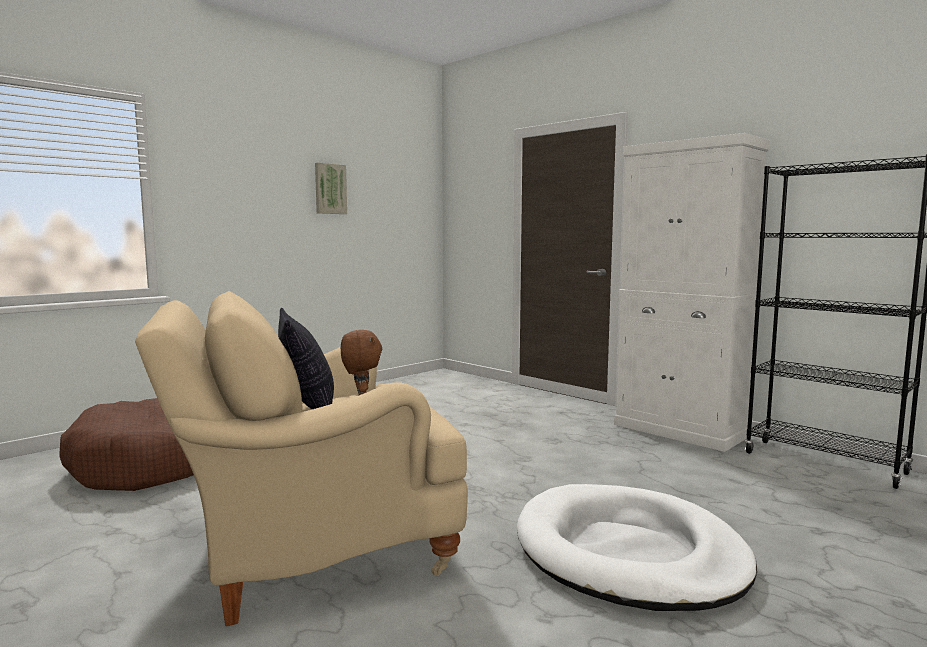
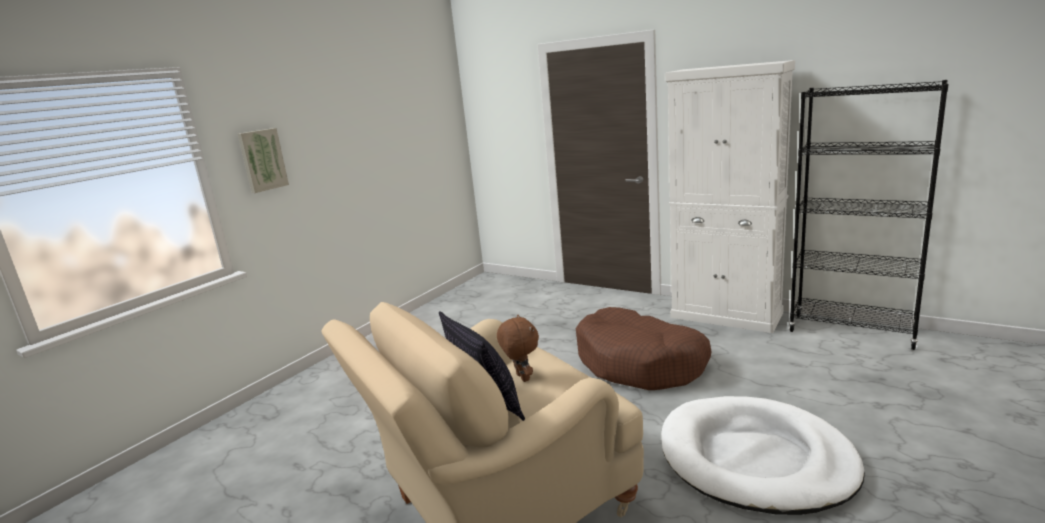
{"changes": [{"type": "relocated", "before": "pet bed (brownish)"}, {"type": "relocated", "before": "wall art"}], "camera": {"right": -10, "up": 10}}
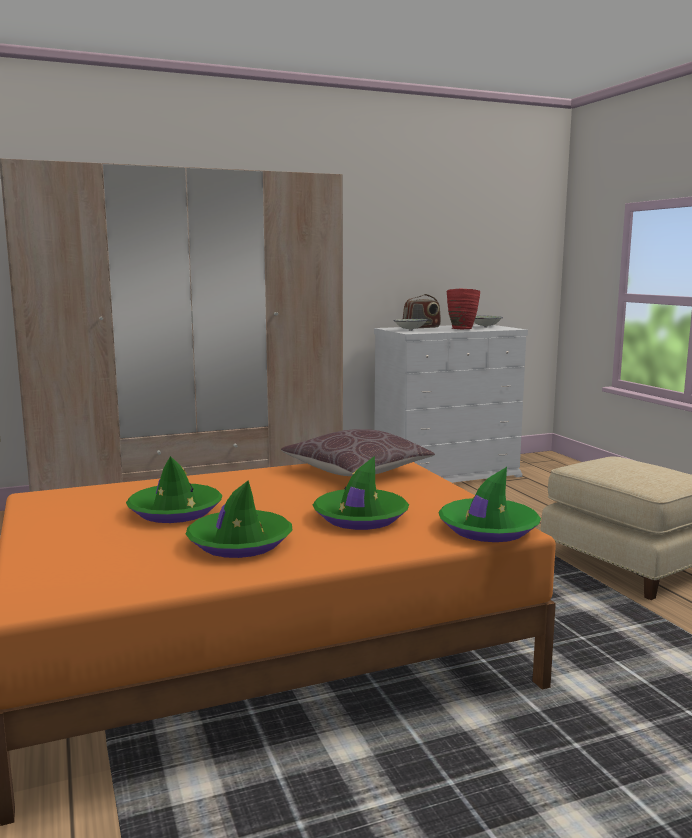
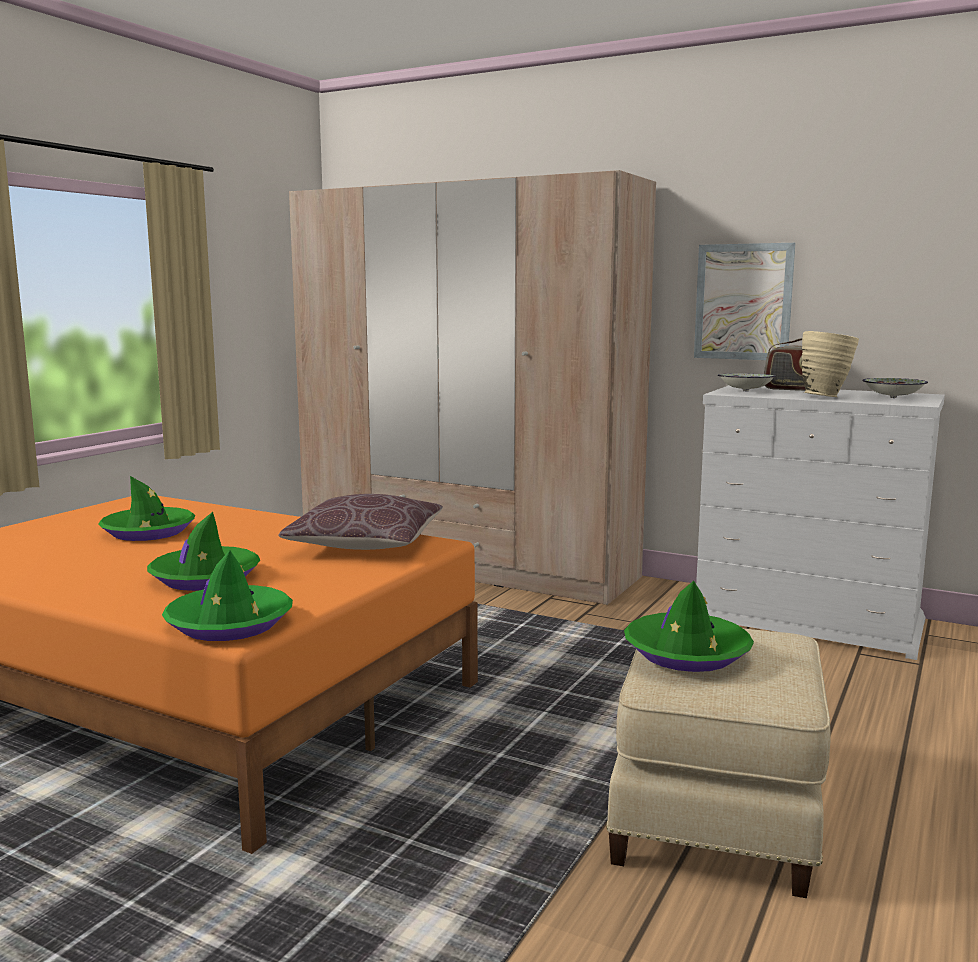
{"changes": [{"type": "appeared", "after": "wall art"}, {"type": "relocated", "before": "wearable hat (green-coloured) (no. 2 from left in the first image)", "after": "wearable hat (green-coloured) (no. 4 from left)"}, {"type": "colour", "before": "vase (reddish)", "after": "vase (sand-coloured)"}], "camera": {"right": 50, "up": 0}}
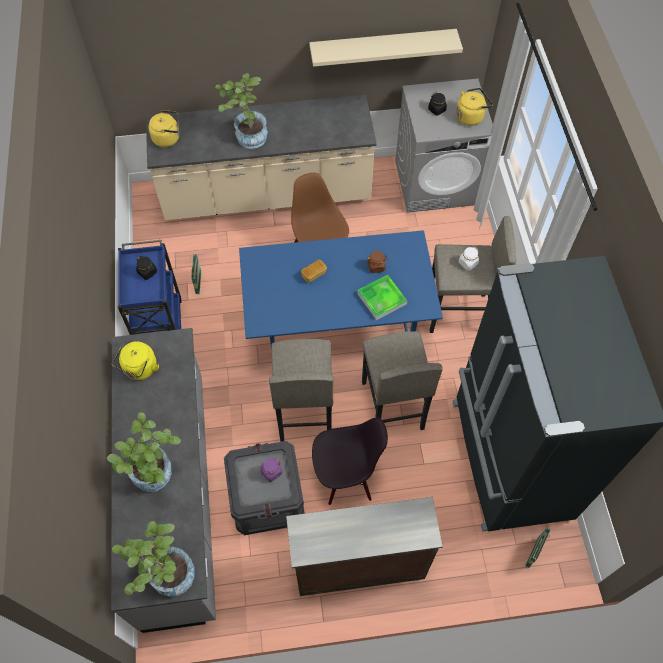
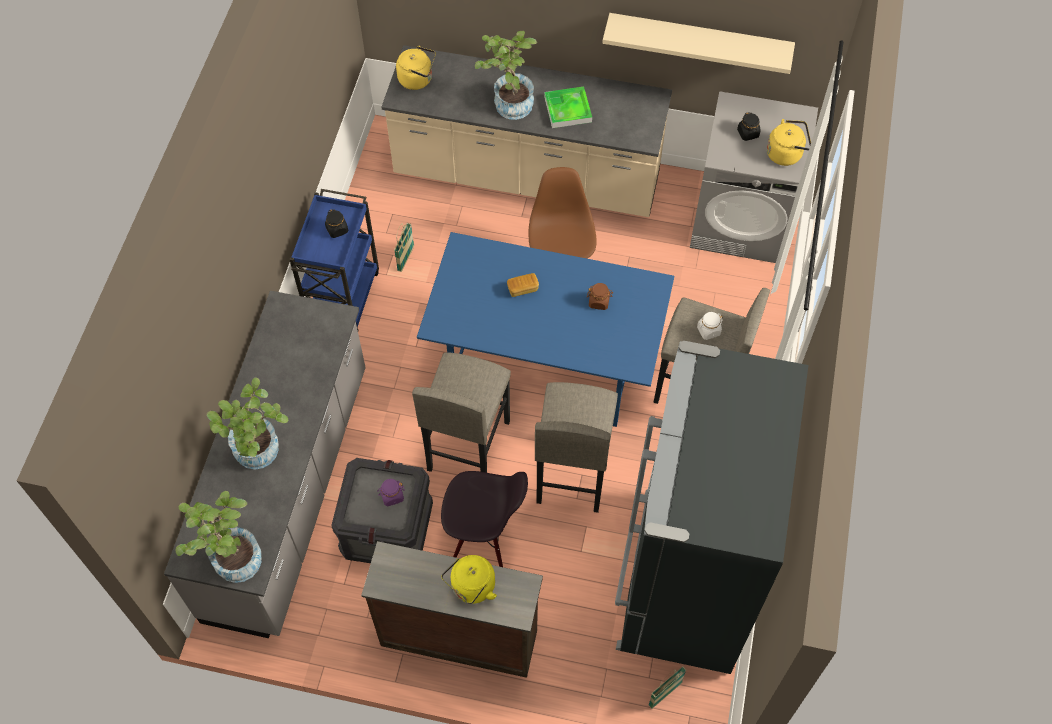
{"changes": [{"type": "relocated", "before": "kettle (yellow-coloured) (no. 1 from left in the first image)", "after": "kettle (yellow-coloured) (no. 2 from left)"}, {"type": "relocated", "before": "carrying tray"}], "camera": {"right": 20, "up": 0}}
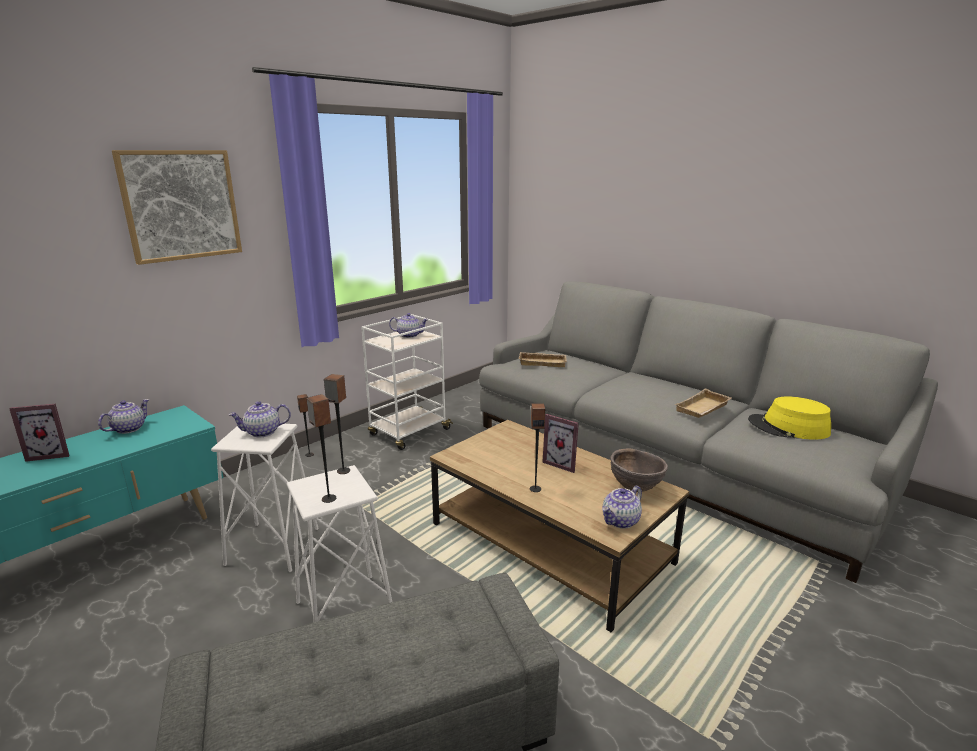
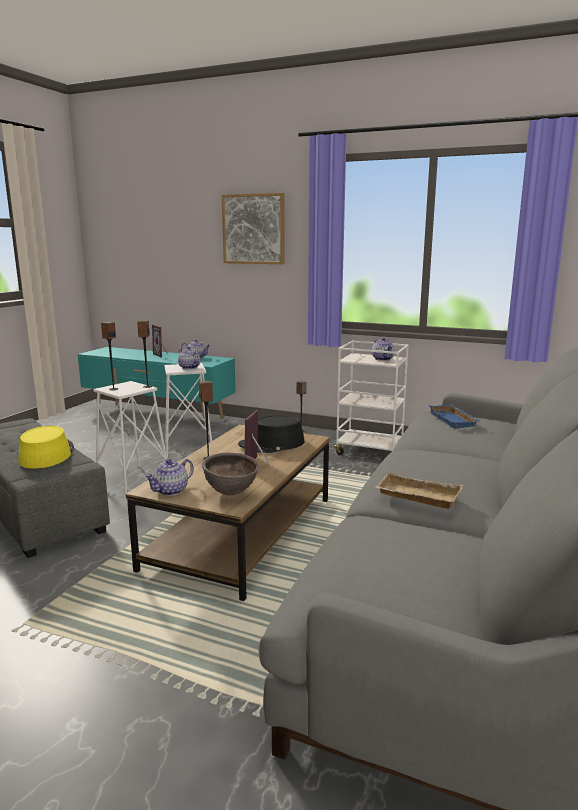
{"changes": [{"type": "appeared", "after": "wearable hat (black-coloured)"}, {"type": "relocated", "before": "wearable hat (yellow-coloured)"}, {"type": "colour", "before": "carrying tray (sand-coloured) (no. 1 from left)", "after": "carrying tray (blue)"}, {"type": "spun", "before": "teapot (no. 4 from left in the first image)", "turn": -75}], "camera": {"right": 70, "up": -5}}
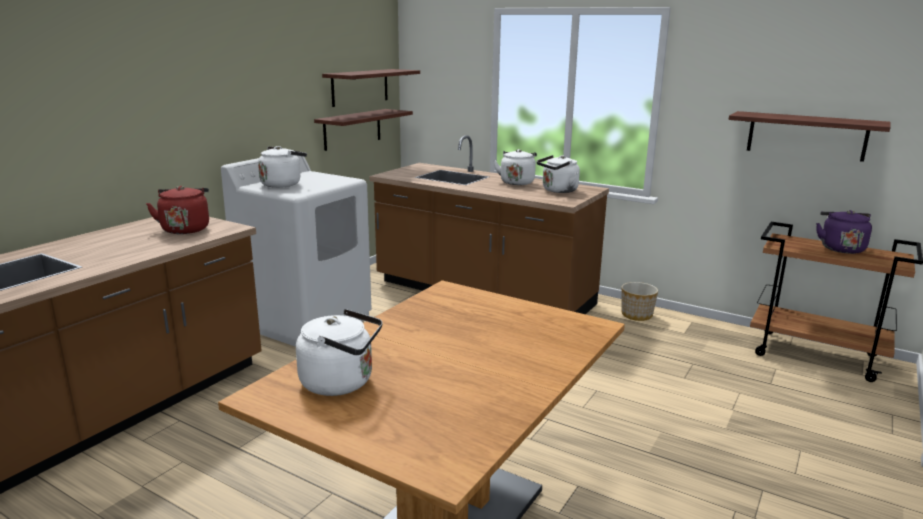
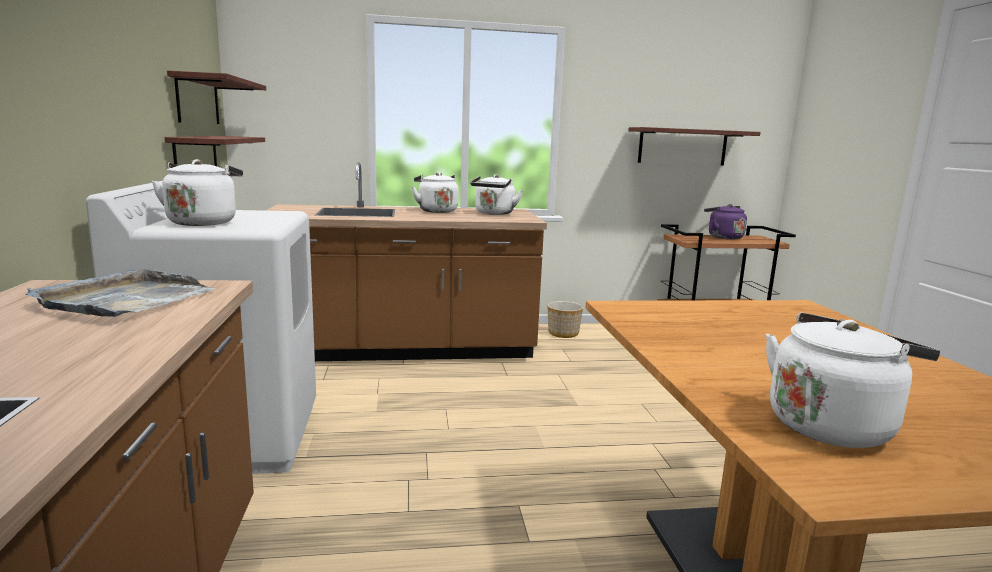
{"changes": [{"type": "exchanged", "before": "kettle (reddish)", "after": "carrying tray (grey)"}], "camera": {"right": -40, "up": -5}}
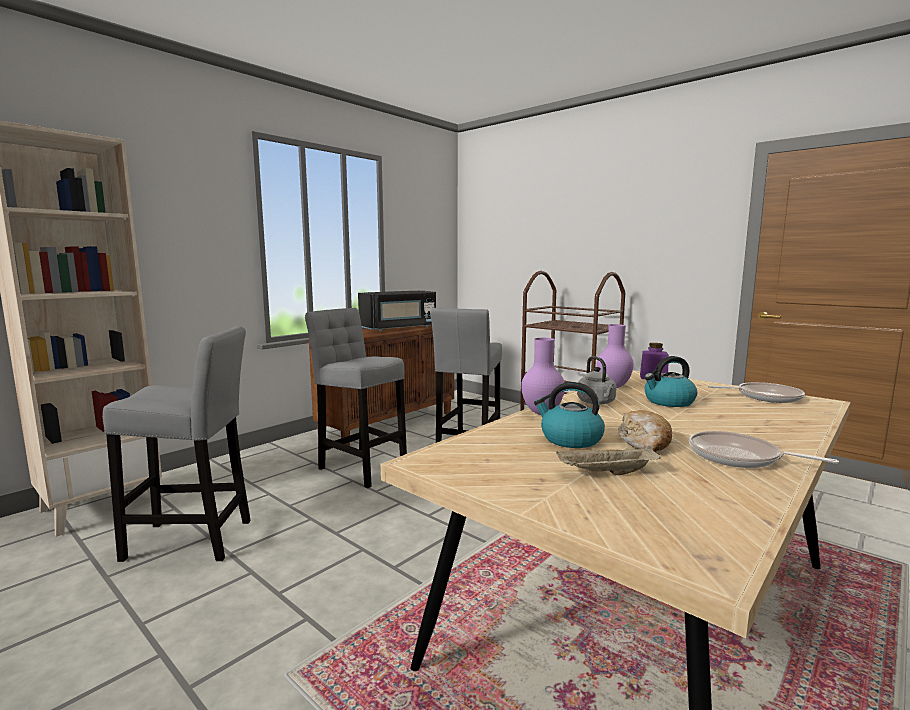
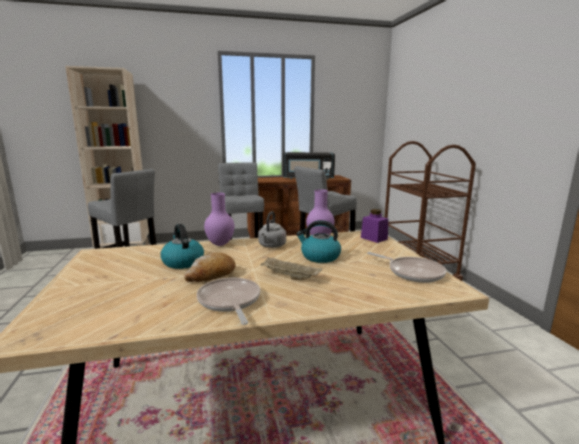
{"changes": [{"type": "relocated", "before": "carrying tray (sand-coloured)"}], "camera": {"right": 35, "up": 5}}
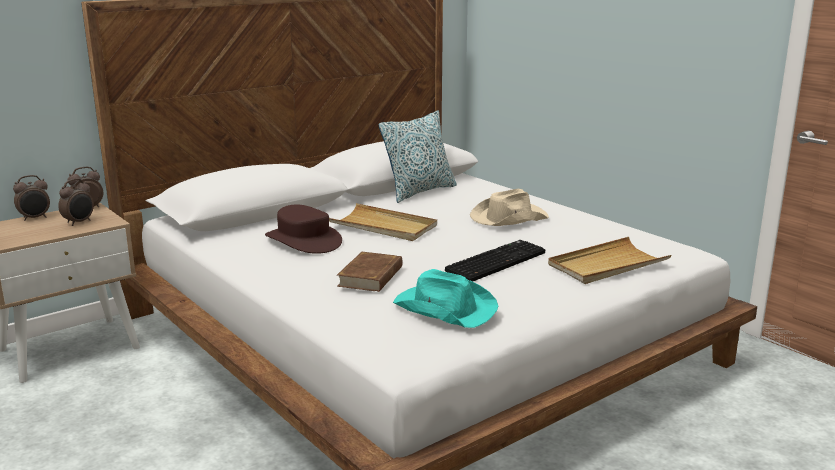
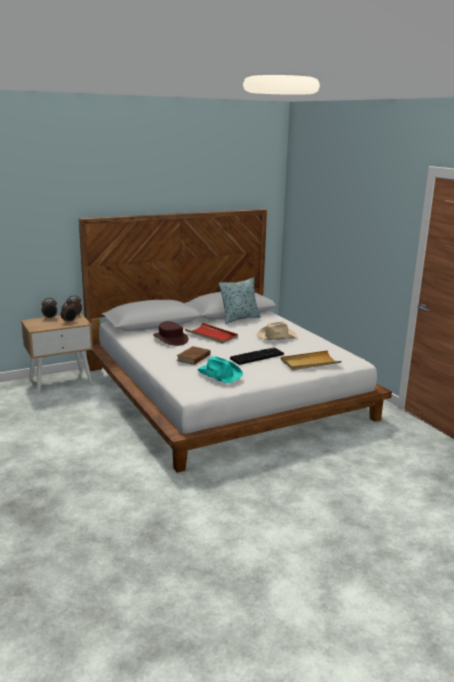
{"changes": [{"type": "colour", "before": "carrying tray (sand-coloured) (no. 1 from left)", "after": "carrying tray (reddish)"}], "camera": {"right": 10, "up": 0}}
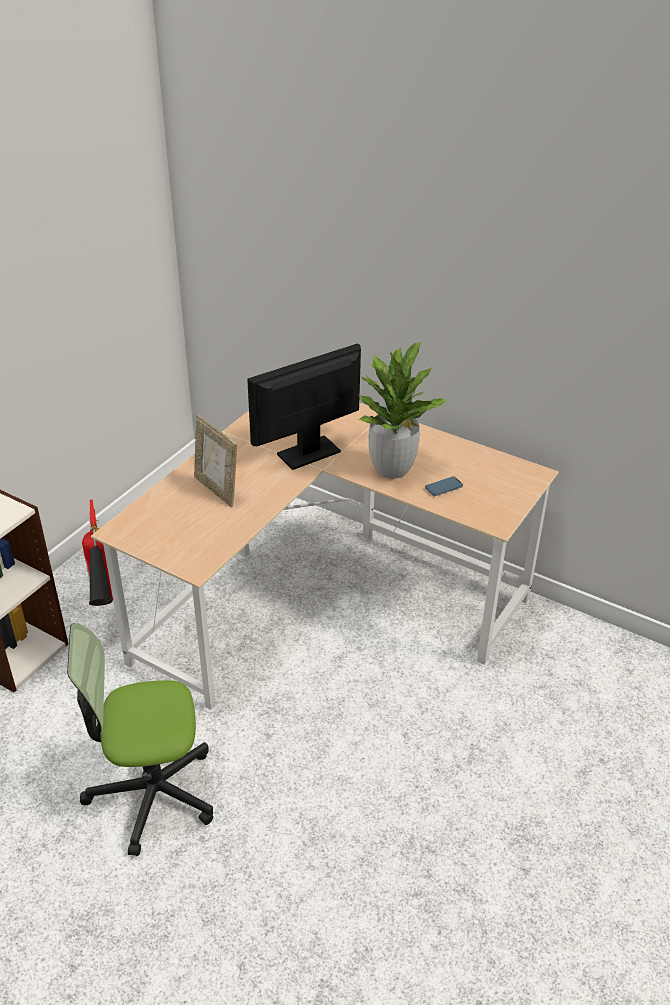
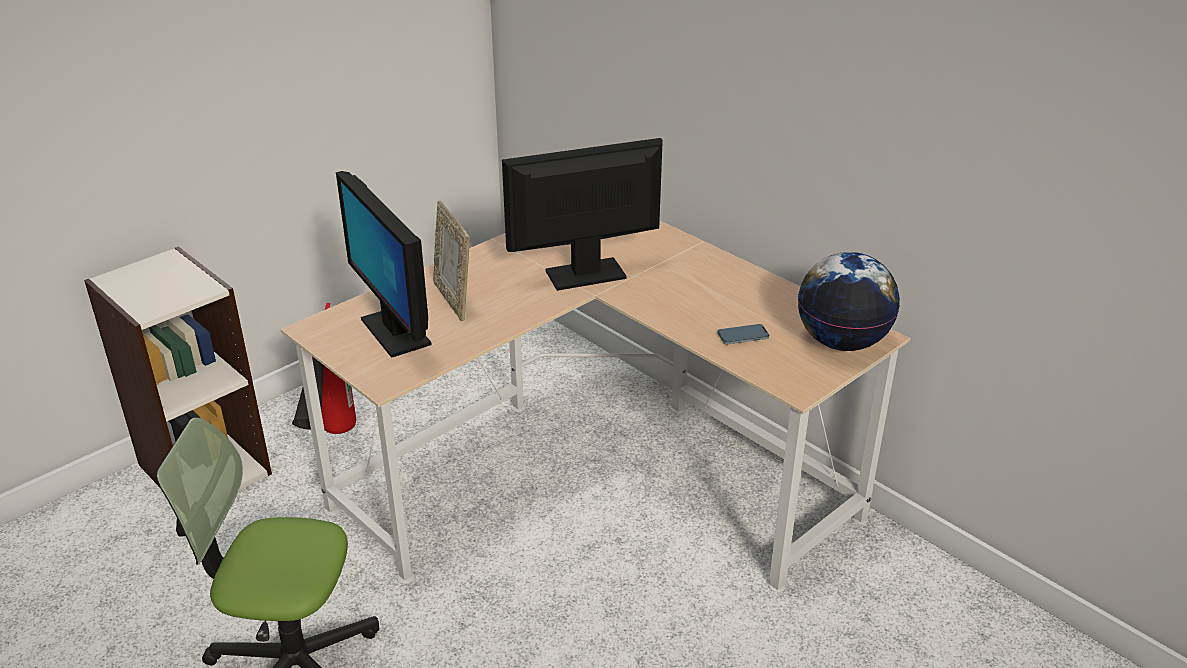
{"changes": [{"type": "missing", "before": "potted plant"}, {"type": "appeared", "after": "computer display (no. 1 from left)"}, {"type": "appeared", "after": "world globe"}], "camera": {"right": 15, "up": -5}}
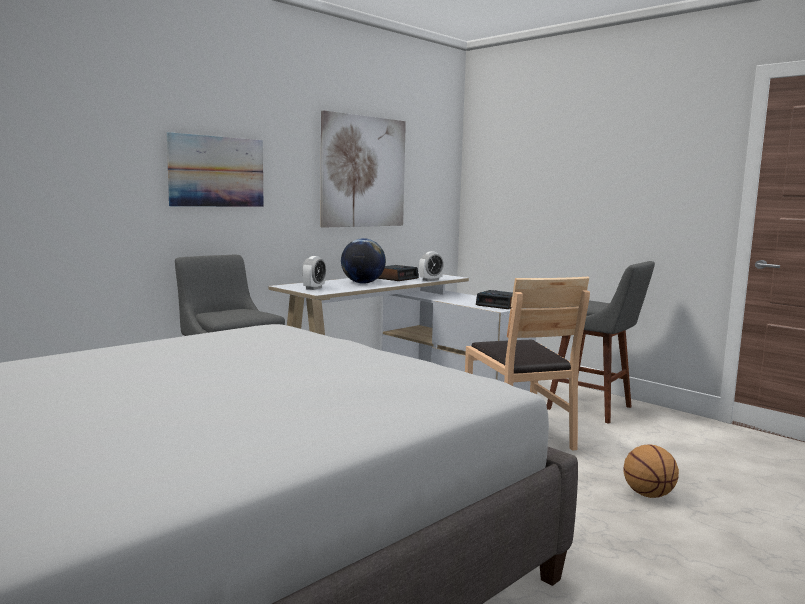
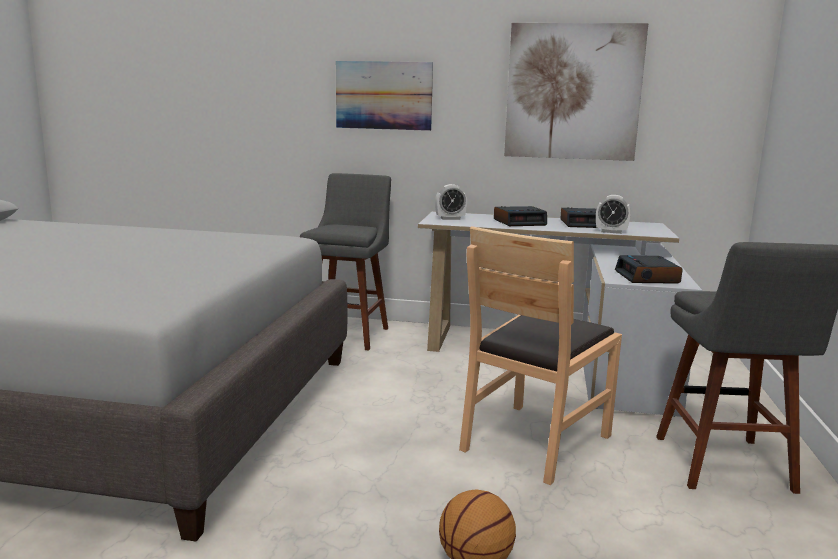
{"changes": [{"type": "exchanged", "before": "world globe", "after": "alarm clock (no. 2 from left)"}], "camera": {"right": 55, "up": 5}}
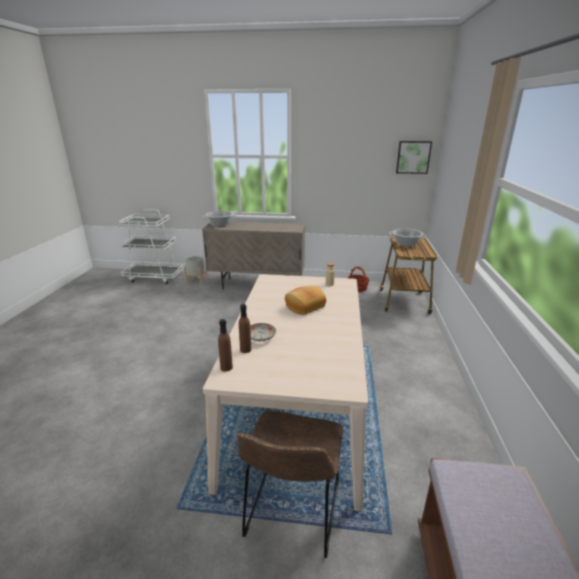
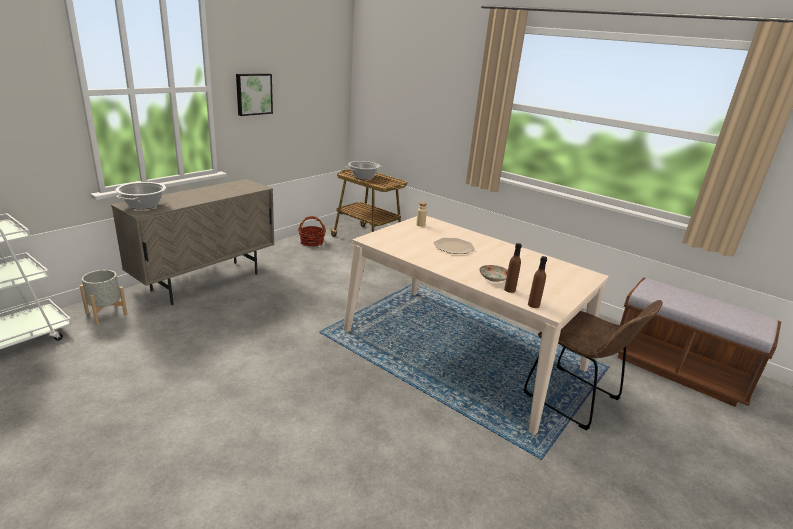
{"changes": [{"type": "relocated", "before": "wall art"}, {"type": "exchanged", "before": "baked bread", "after": "plate (no. 1 from left)"}], "camera": {"right": -60, "up": 0}}
